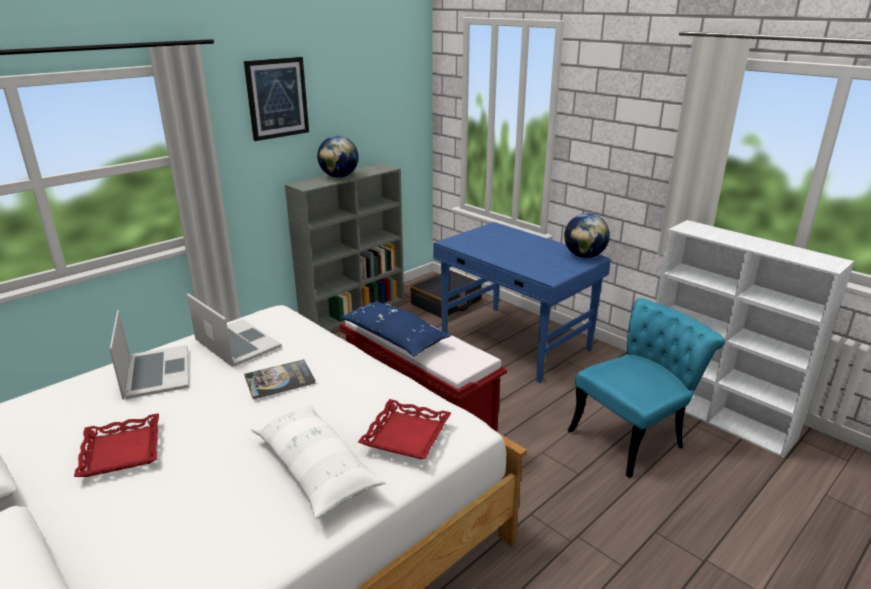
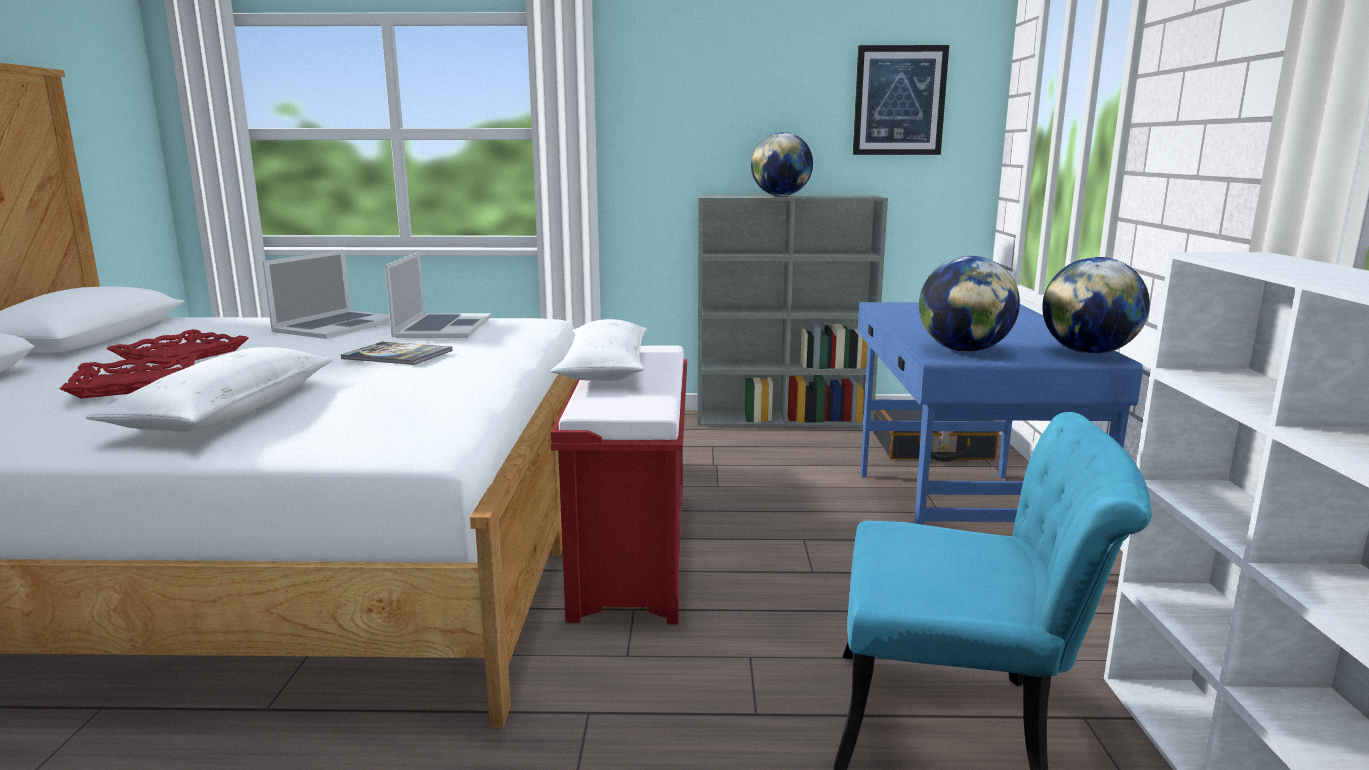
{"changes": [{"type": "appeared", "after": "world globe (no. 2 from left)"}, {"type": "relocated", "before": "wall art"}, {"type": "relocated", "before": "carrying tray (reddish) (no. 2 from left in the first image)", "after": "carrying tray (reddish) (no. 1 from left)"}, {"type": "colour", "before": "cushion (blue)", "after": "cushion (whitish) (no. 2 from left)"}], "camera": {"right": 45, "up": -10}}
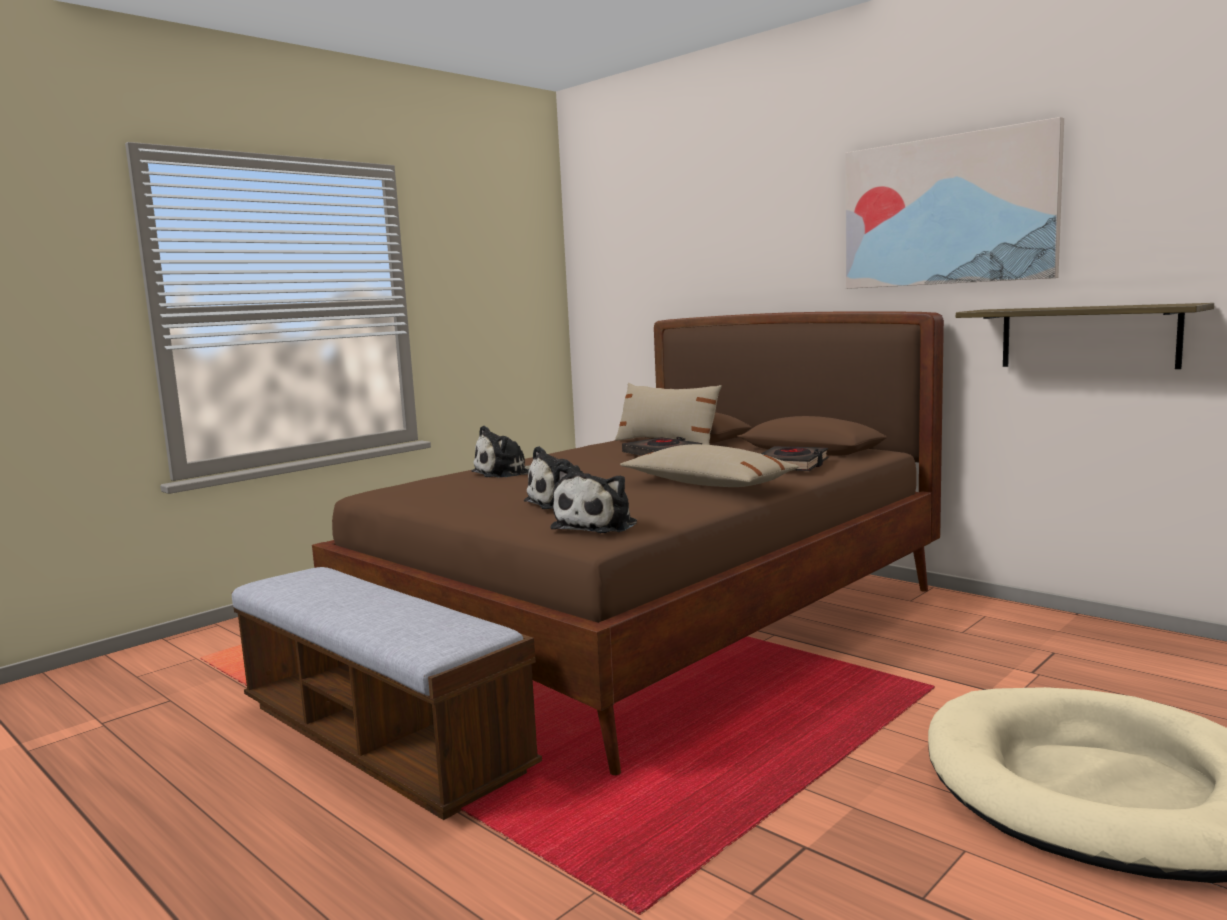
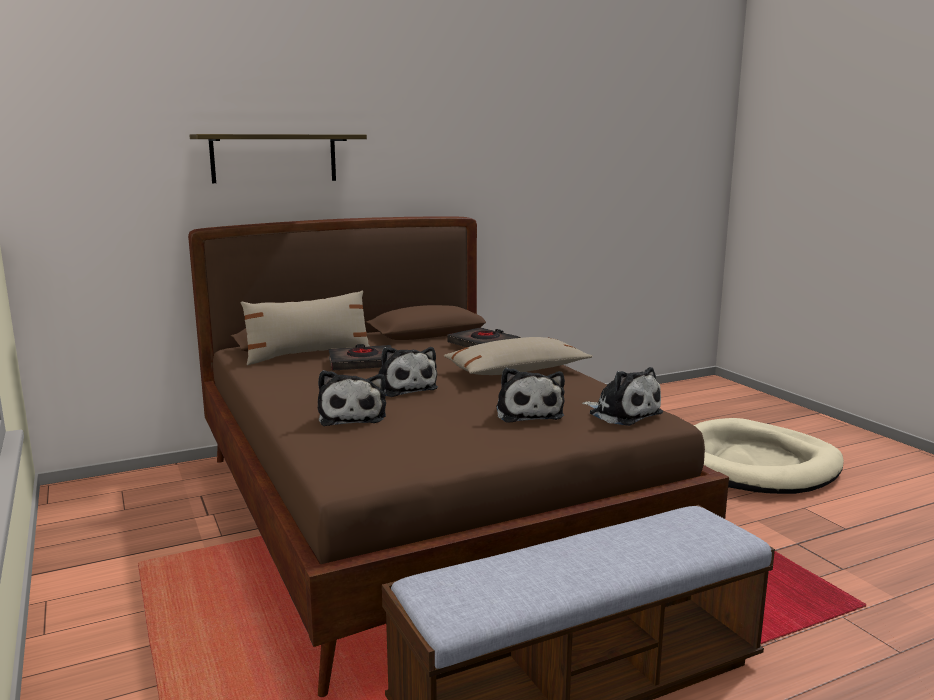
{"changes": [{"type": "missing", "before": "wall art"}, {"type": "appeared", "after": "plush toy (no. 2 from left)"}, {"type": "relocated", "before": "bracket shelf"}], "camera": {"right": -70, "up": 5}}
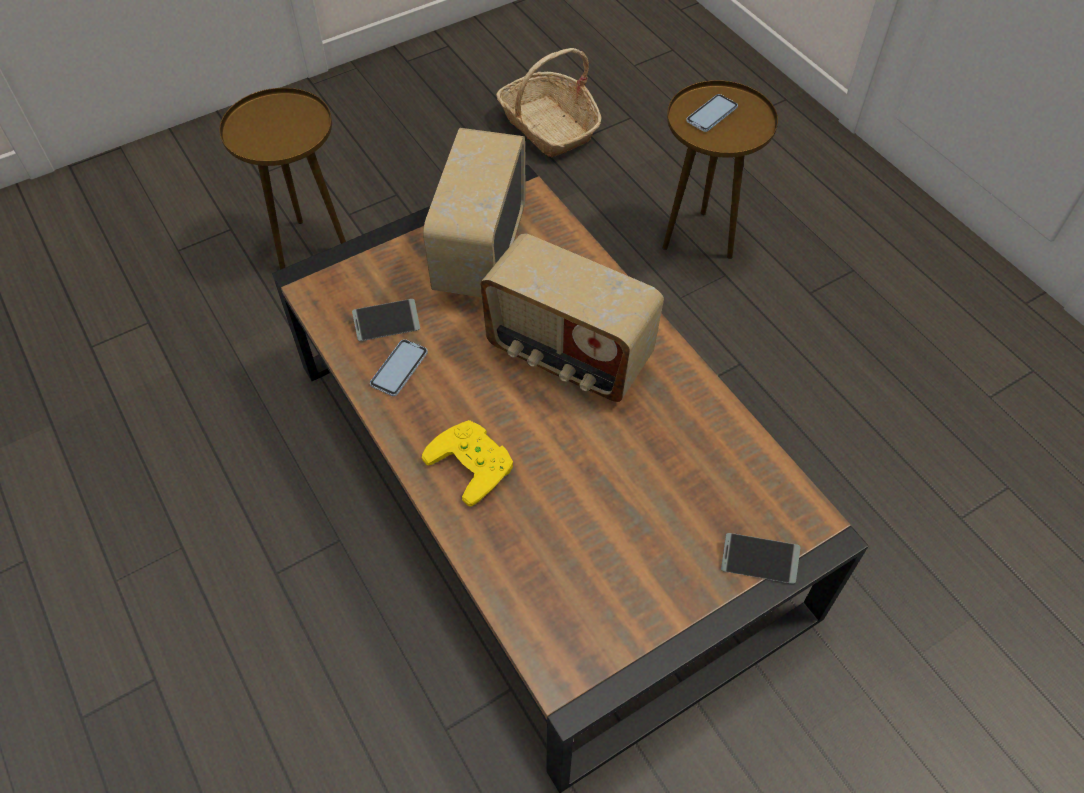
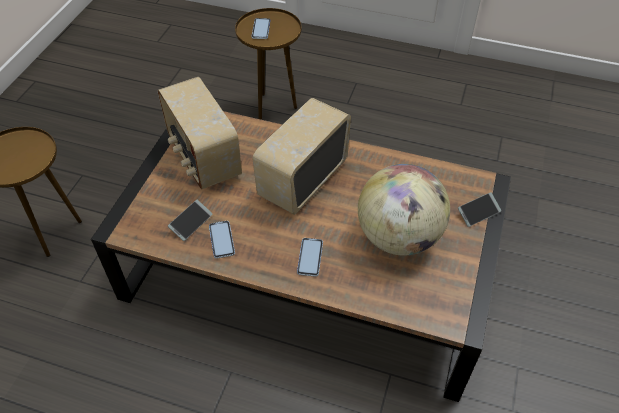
{"changes": [{"type": "missing", "before": "household basket"}, {"type": "appeared", "after": "world globe"}, {"type": "exchanged", "before": "game controller (yellow-coloured)", "after": "handset (no. 4 from left)"}, {"type": "spun", "before": "radio (no. 2 from left)", "turn": 135}], "camera": {"right": -40, "up": -5}}
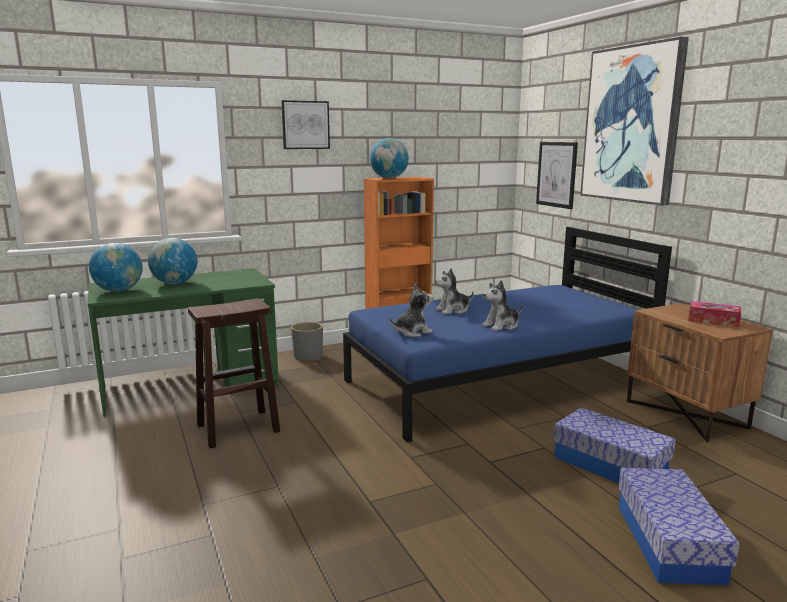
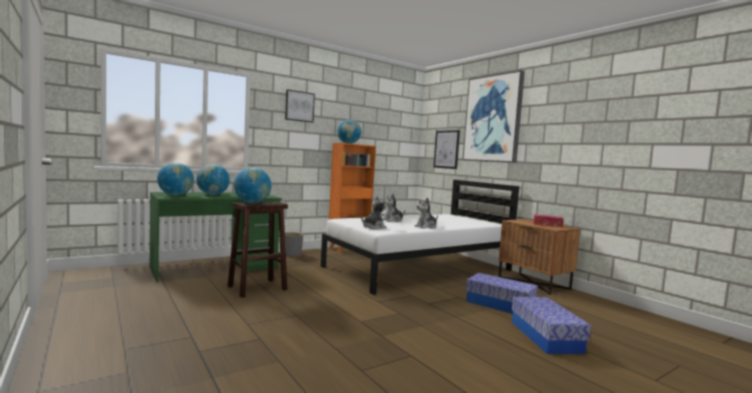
{"changes": [{"type": "appeared", "after": "world globe (no. 3 from left)"}, {"type": "colour", "before": "sleeping bed (blue)", "after": "sleeping bed (whitish)"}], "camera": {"right": -10, "up": -10}}
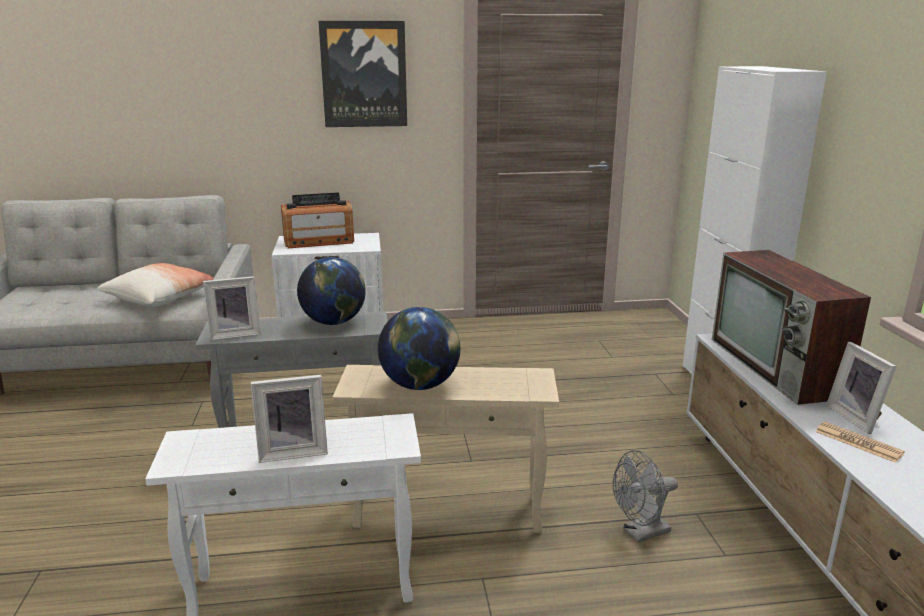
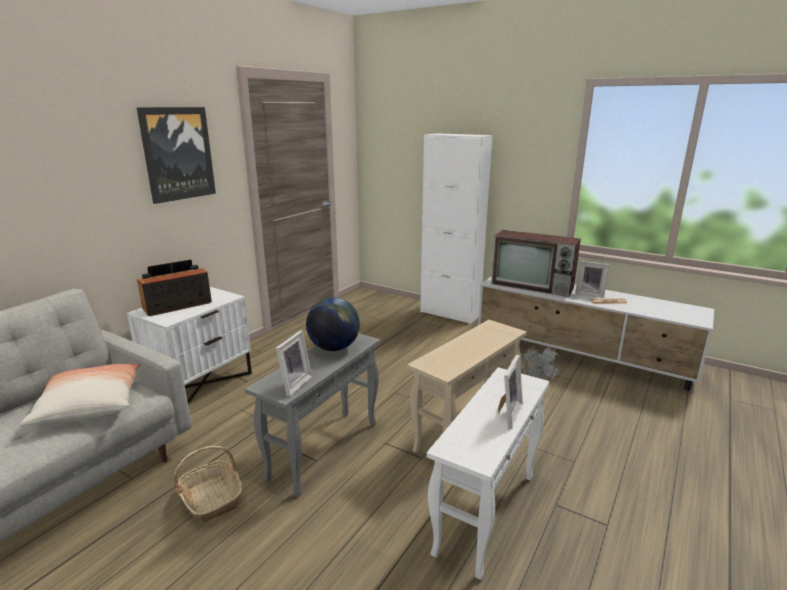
{"changes": [{"type": "missing", "before": "world globe (no. 2 from left)"}, {"type": "appeared", "after": "household basket"}, {"type": "spun", "before": "radio", "turn": -150}], "camera": {"right": -50, "up": 0}}
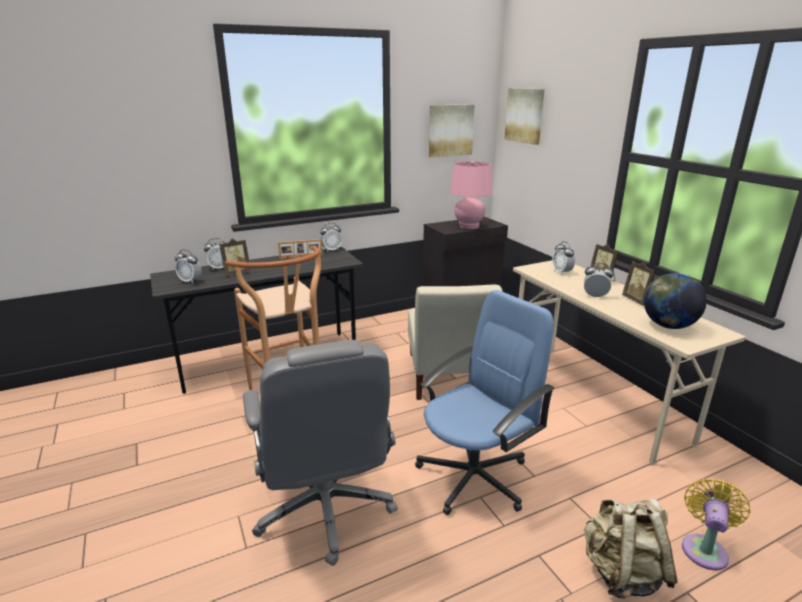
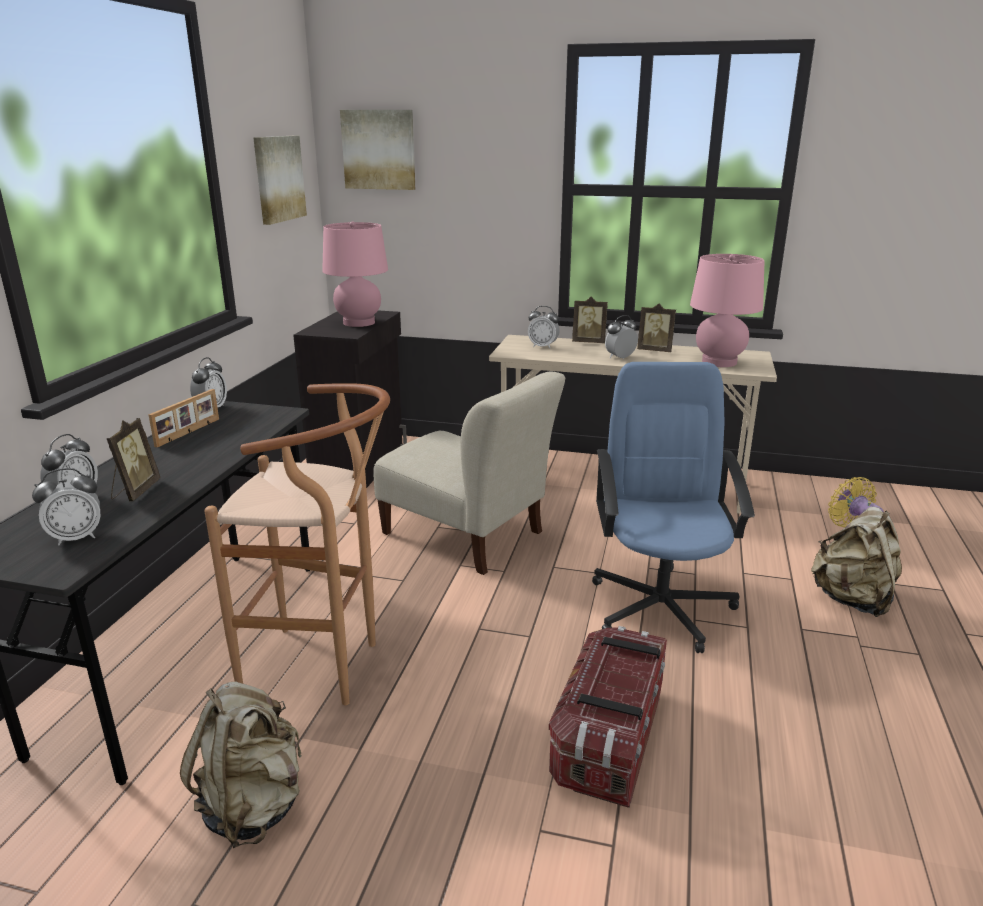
{"changes": [{"type": "appeared", "after": "rucksack (sand-coloured) (no. 1 from left)"}, {"type": "exchanged", "before": "office chair (grey)", "after": "storage bin"}, {"type": "exchanged", "before": "world globe", "after": "table lamp (pink) (no. 2 from left)"}], "camera": {"right": -50, "up": 0}}
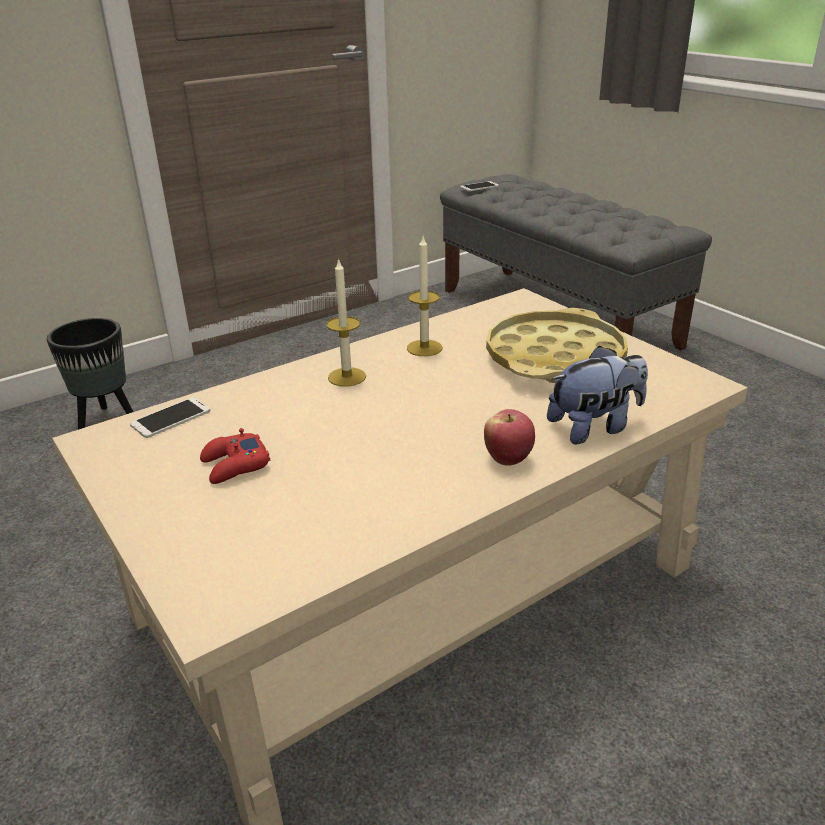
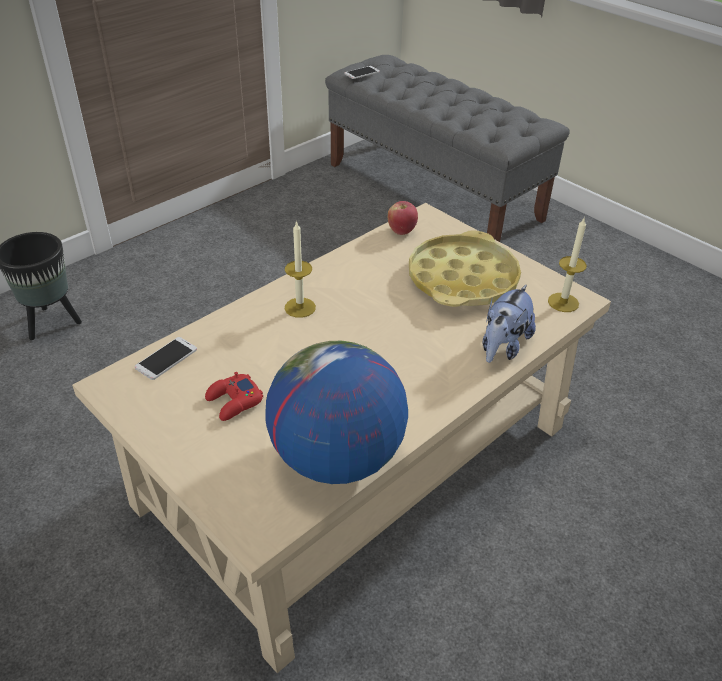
{"changes": [{"type": "appeared", "after": "world globe"}, {"type": "relocated", "before": "wax light (no. 2 from left)"}, {"type": "relocated", "before": "apple"}, {"type": "spun", "before": "plush toy", "turn": 150}], "camera": {"right": -10, "up": 10}}
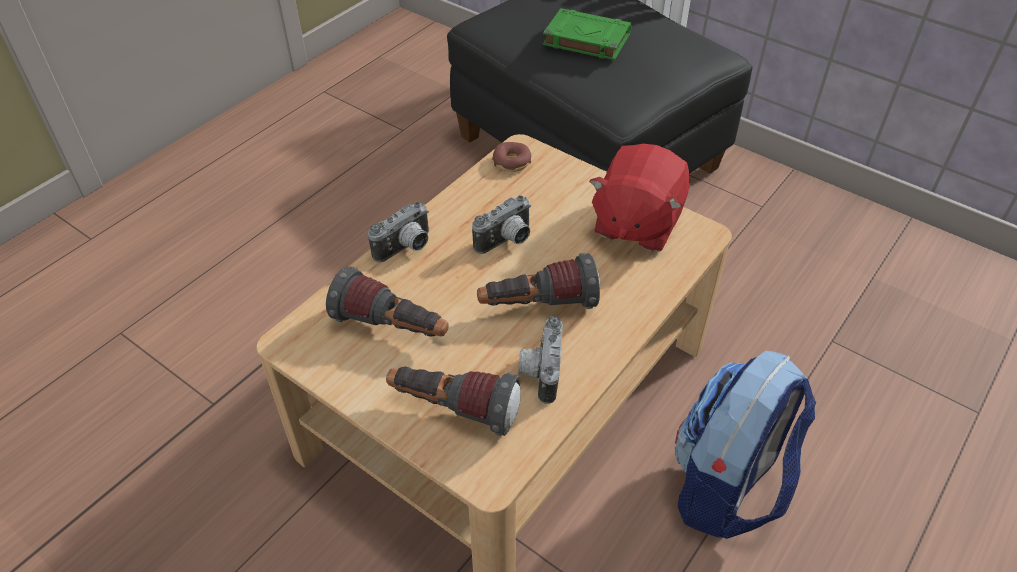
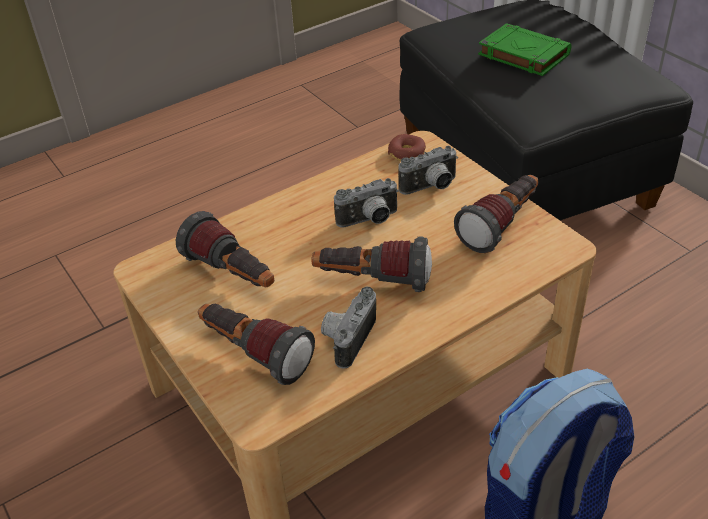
{"changes": [{"type": "relocated", "before": "still camera (no. 1 from left in the first image)", "after": "still camera (no. 3 from left)"}, {"type": "exchanged", "before": "plush toy (reddish)", "after": "torch (no. 4 from left)"}], "camera": {"right": 20, "up": -5}}
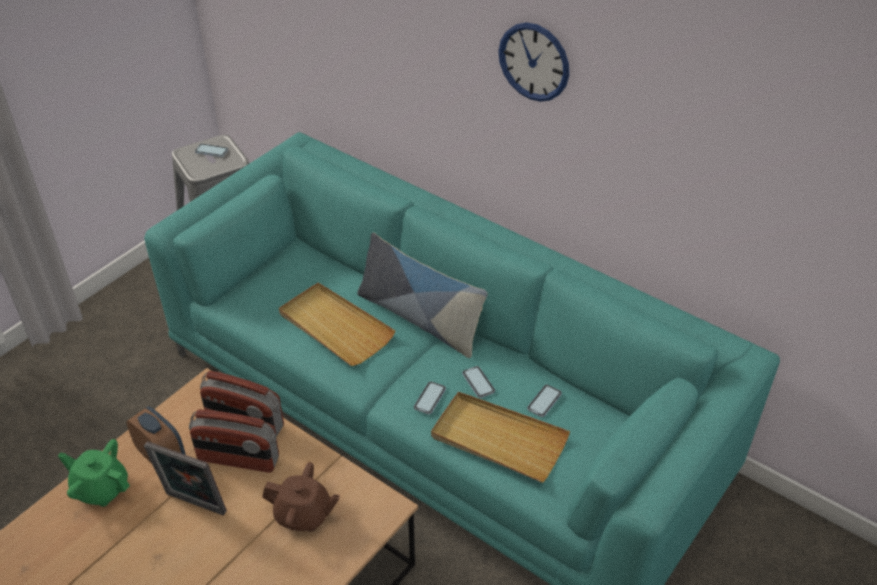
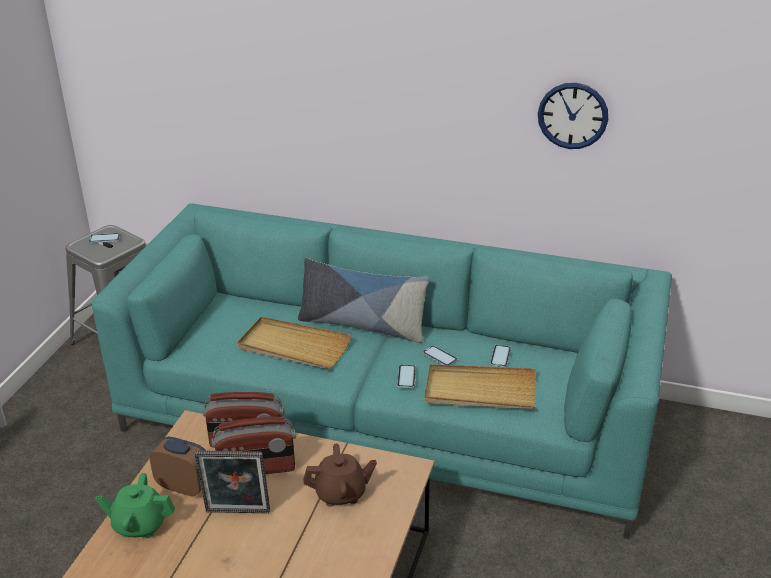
{"changes": [{"type": "relocated", "before": "wall clock"}], "camera": {"right": -20, "up": -10}}
